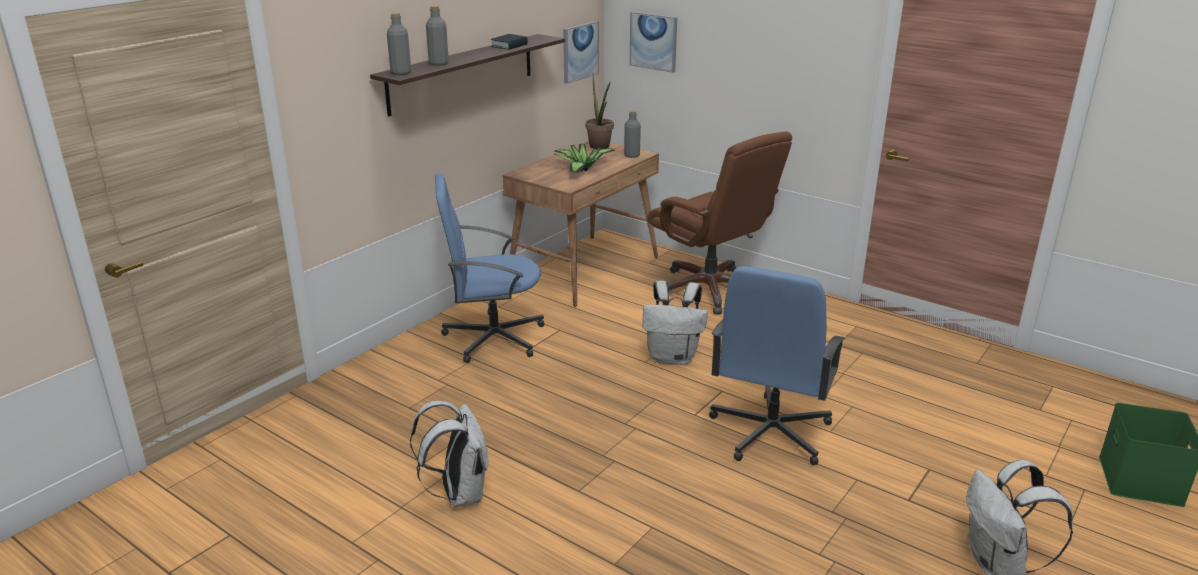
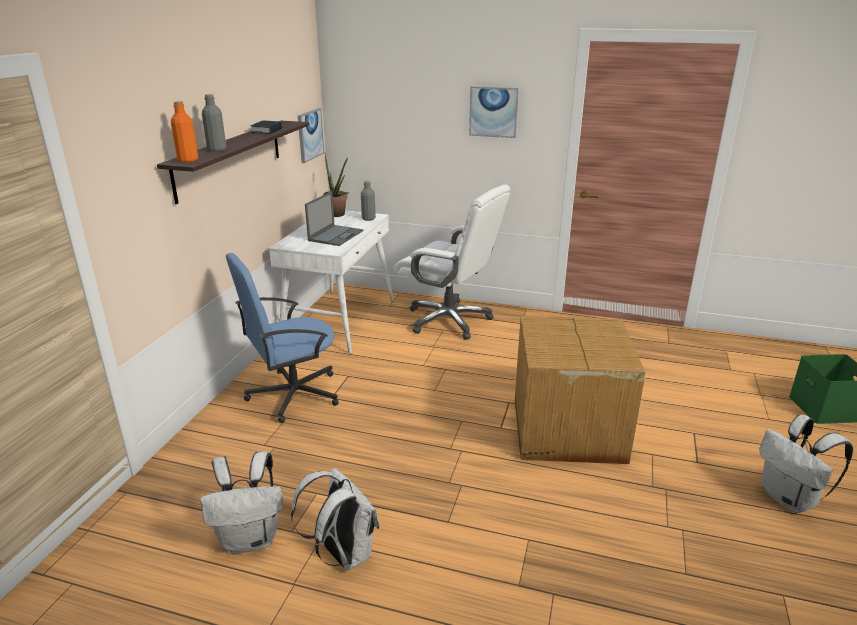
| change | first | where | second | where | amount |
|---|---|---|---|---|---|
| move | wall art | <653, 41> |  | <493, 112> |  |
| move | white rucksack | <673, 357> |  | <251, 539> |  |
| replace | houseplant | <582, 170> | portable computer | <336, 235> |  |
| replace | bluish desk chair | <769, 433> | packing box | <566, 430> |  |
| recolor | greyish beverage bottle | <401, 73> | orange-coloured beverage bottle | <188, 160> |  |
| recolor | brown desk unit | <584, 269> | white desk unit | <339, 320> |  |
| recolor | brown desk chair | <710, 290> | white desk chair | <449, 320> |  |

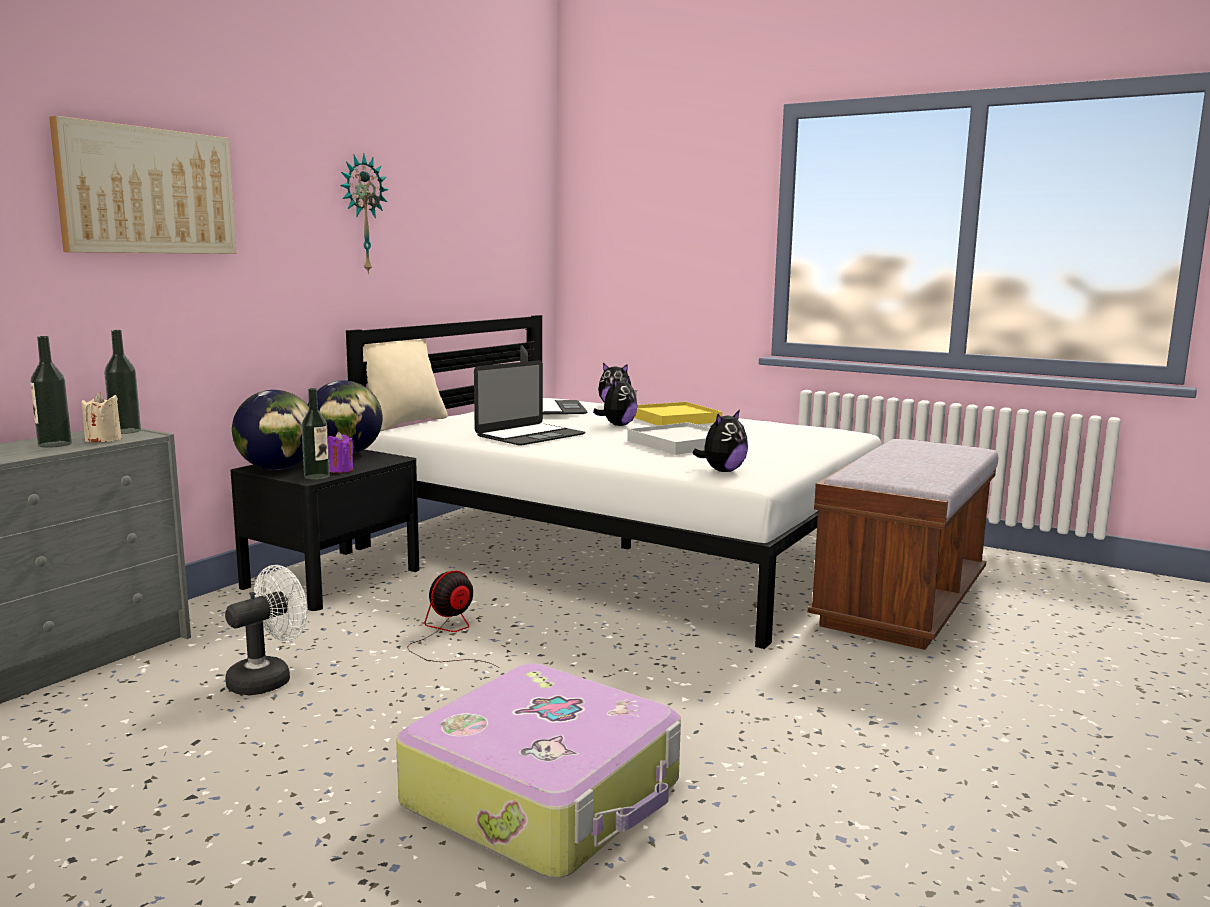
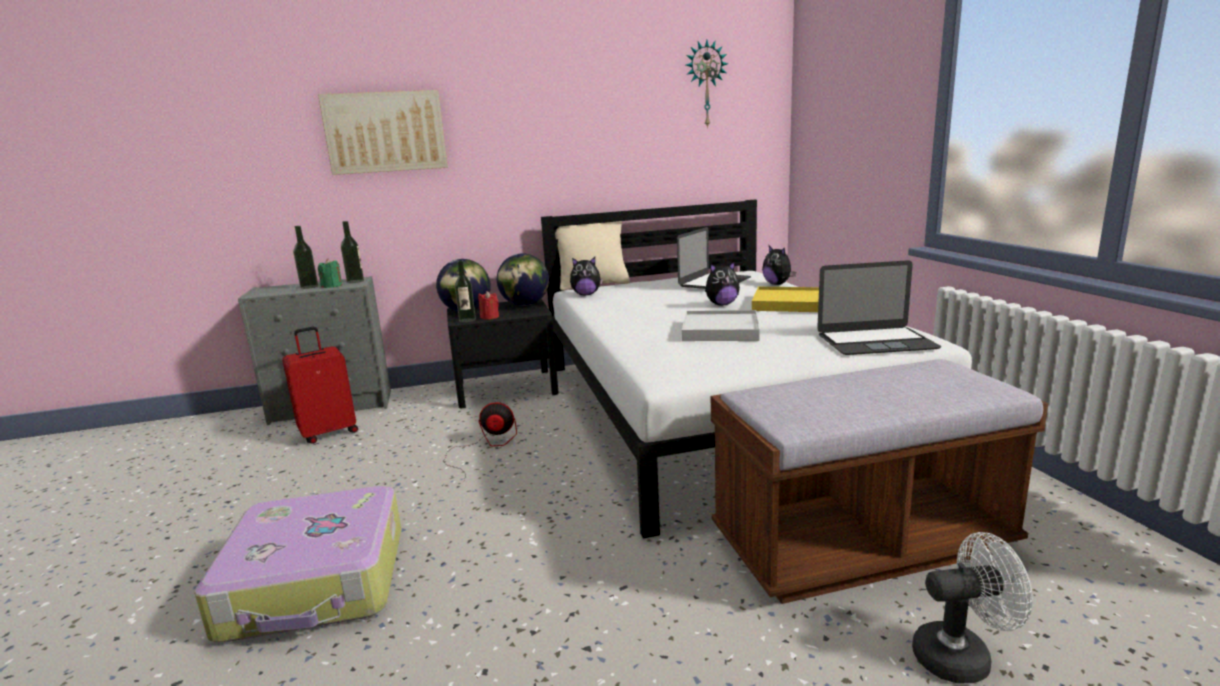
| change | first | where | second | where | amount |
|---|---|---|---|---|---|
| insert |  |  | red-coloured piece of luggage | <329, 433> |  |
| move | white cooling fan | <268, 679> |  | <962, 656> |  |
| move | clock on the wall | <362, 214> |  | <705, 84> |  |
| move | portable computer | <530, 435> |  | <876, 341> |  |
| move | plush toy | <722, 471> |  | <586, 294> |  |
| recolor | beige-coloured wax light | <103, 440> | greenish wax light | <332, 286> |  |
| recolor | purple-coloured wax light | <339, 470> | red-coloured wax light | <489, 317> |  |

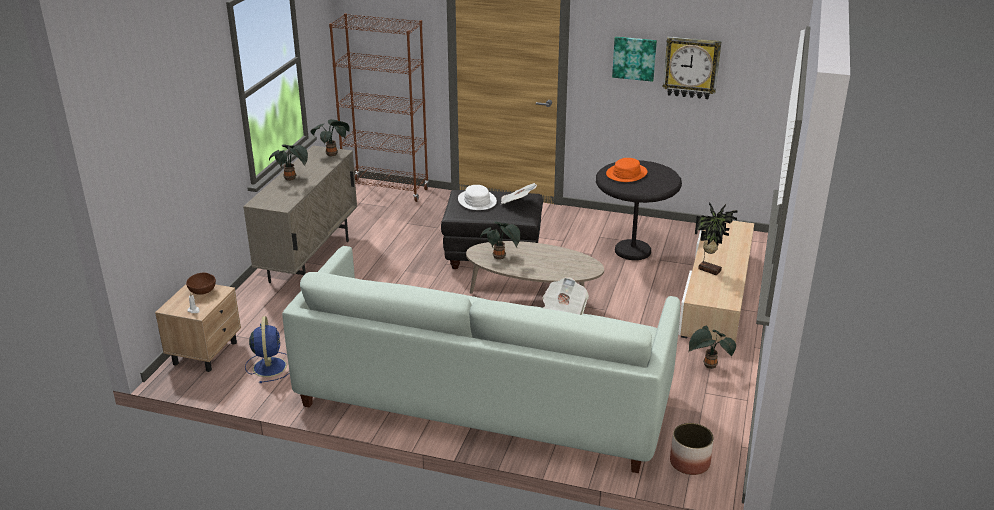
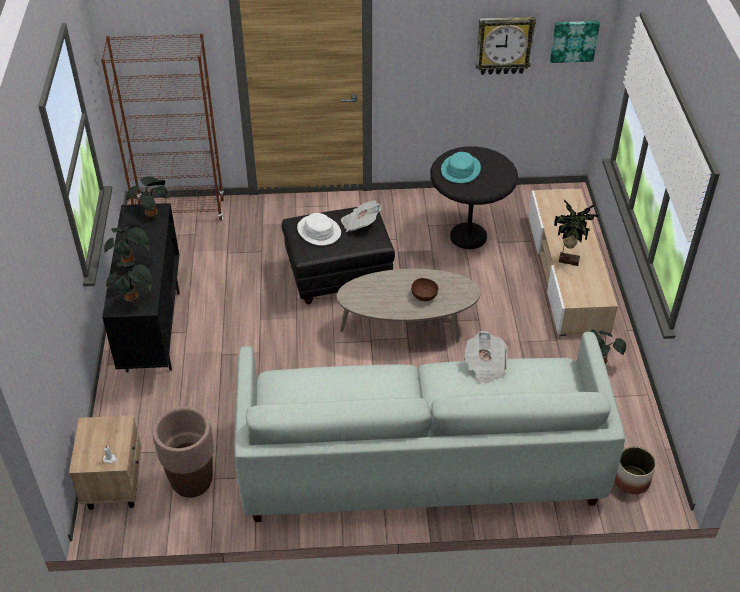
| change | first | where | second | where | amount |
|---|---|---|---|---|---|
| move | brown serving bowl | <203, 291> |  | <424, 295> |  |
| move | houseplant | <500, 257> |  | <133, 299> |  |
| move | wall art | <634, 58> |  | <574, 40> |  |
| replace | bluish cooling fan | <269, 366> | brown plant pot | <192, 482> |  |
| recolor | beige-coloured cupboard | <310, 261> | black-coloured cupboard | <153, 331> |  |
| recolor | orange-coloured wearable hat | <626, 173> | turquoise wearable hat | <460, 169> |  |

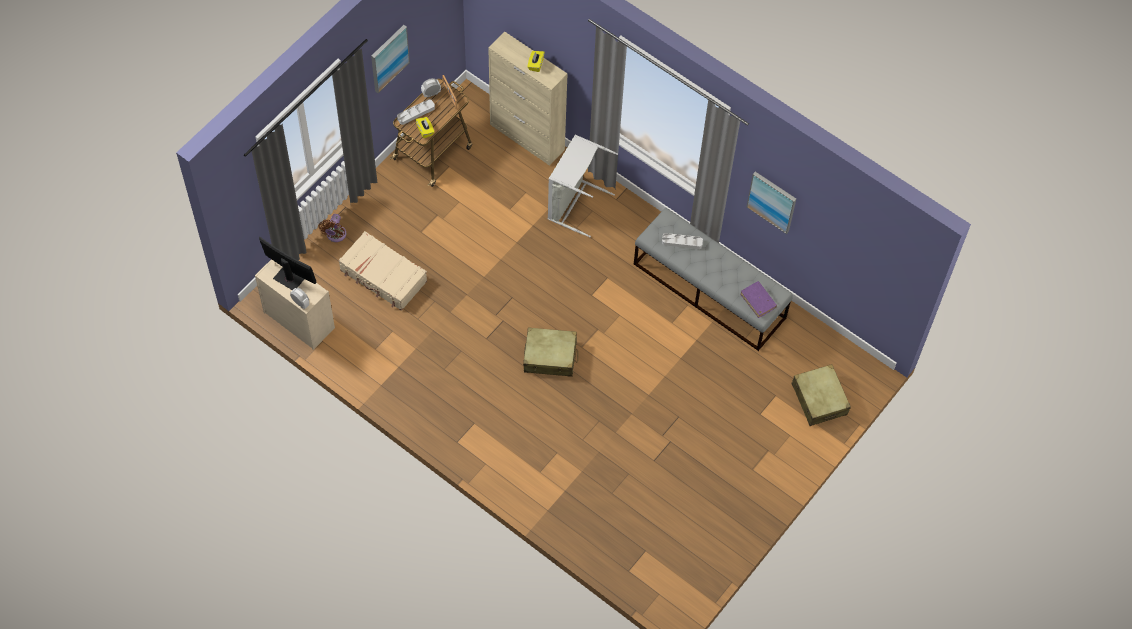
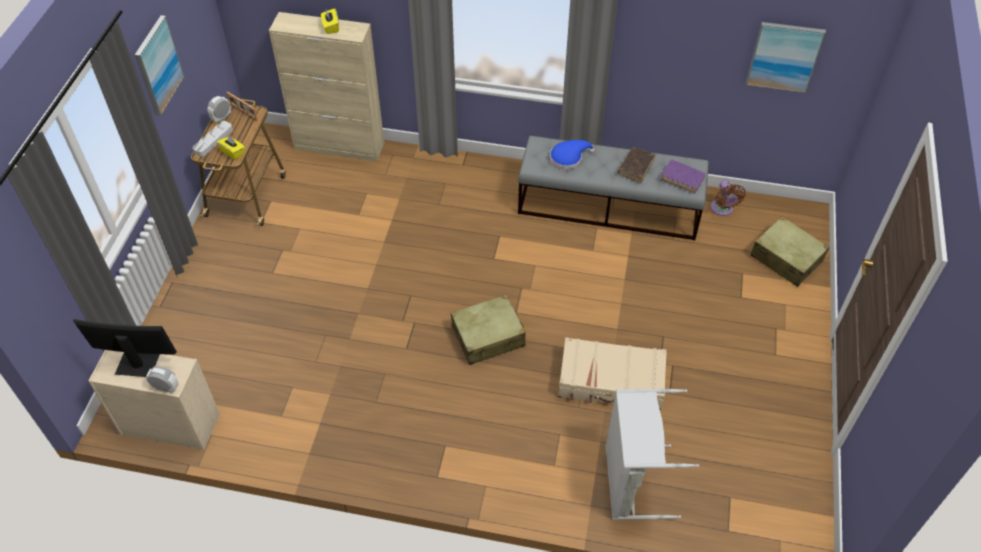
| change | first | where | second | where | amount |
|---|---|---|---|---|---|
| insert |  |  | brown bound book | <636, 167> |  |
| move | brown cooling fan | <335, 235> |  | <722, 209> |  |
| move | beige-coloured piece of luggage | <383, 276> |  | <611, 381> |  |
| move | greyish hamper | <574, 204> |  | <631, 481> |  |
| move | wall art | <772, 201> |  | <784, 56> |  |
| replace | greyish serving tray | <682, 242> | bluish wearable hat | <568, 158> |  |

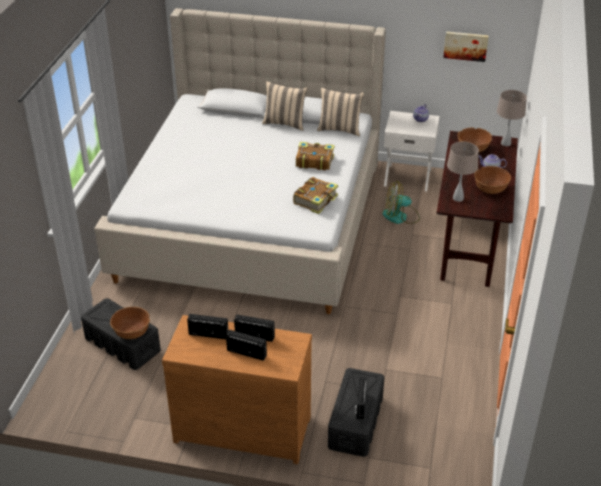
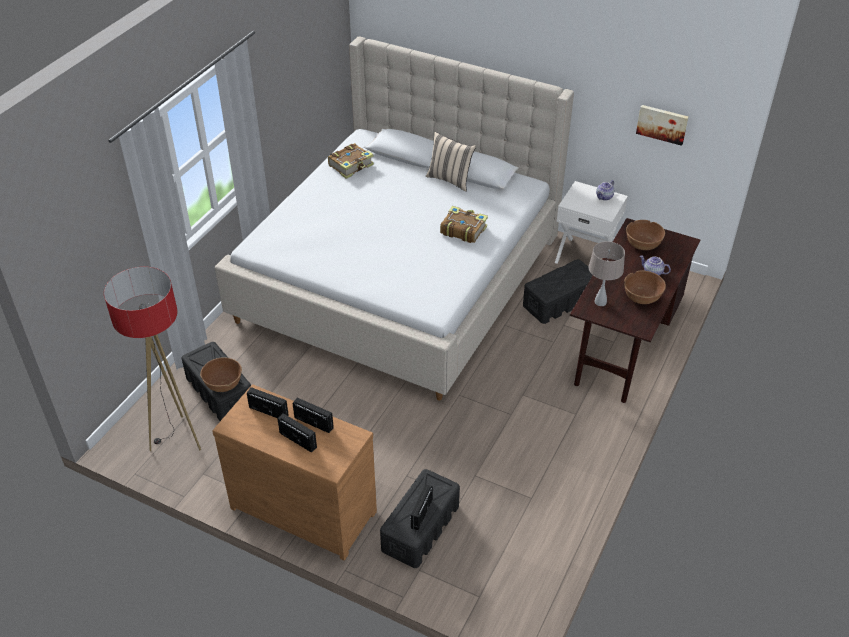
| change | first | where | second | where | amount |
|---|---|---|---|---|---|
| delete | beige-coloured throw pillow | <340, 129> |  |  |  |
| delete | beige-coloured table lamp | <505, 143> |  |  |  |
| insert |  |  | standing lamp | <177, 439> |  |
| move | bound book | <316, 200> |  | <351, 166> |  |
| replace | cooling fan | <400, 217> | black-coloured storage box | <559, 302> |  |

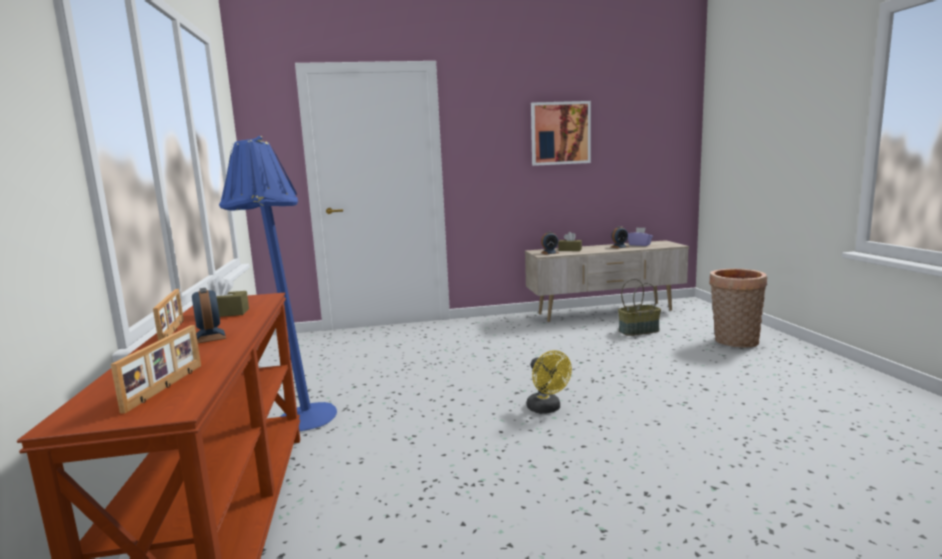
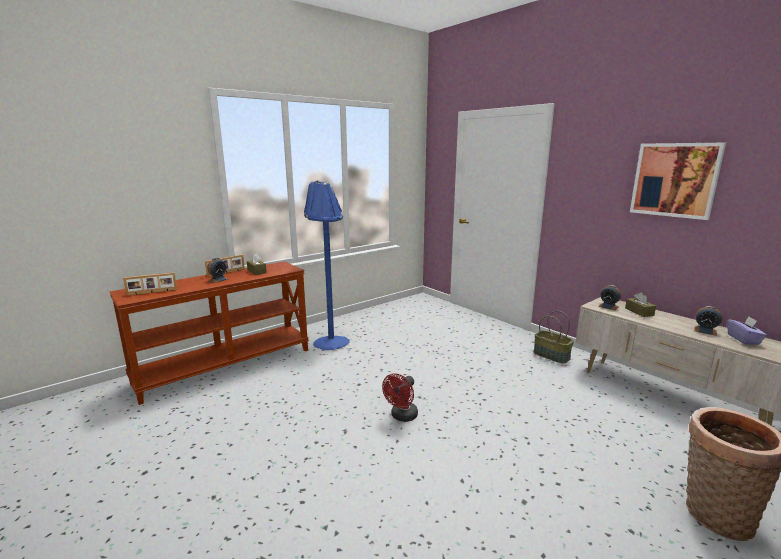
| change | first | where | second | where | amount |
|---|---|---|---|---|---|
| move | storage basket | <638, 331> |  | <552, 355> |  |
| recolor | yellowish cooling fan | <547, 409> | red-coloured cooling fan | <402, 417> |  |

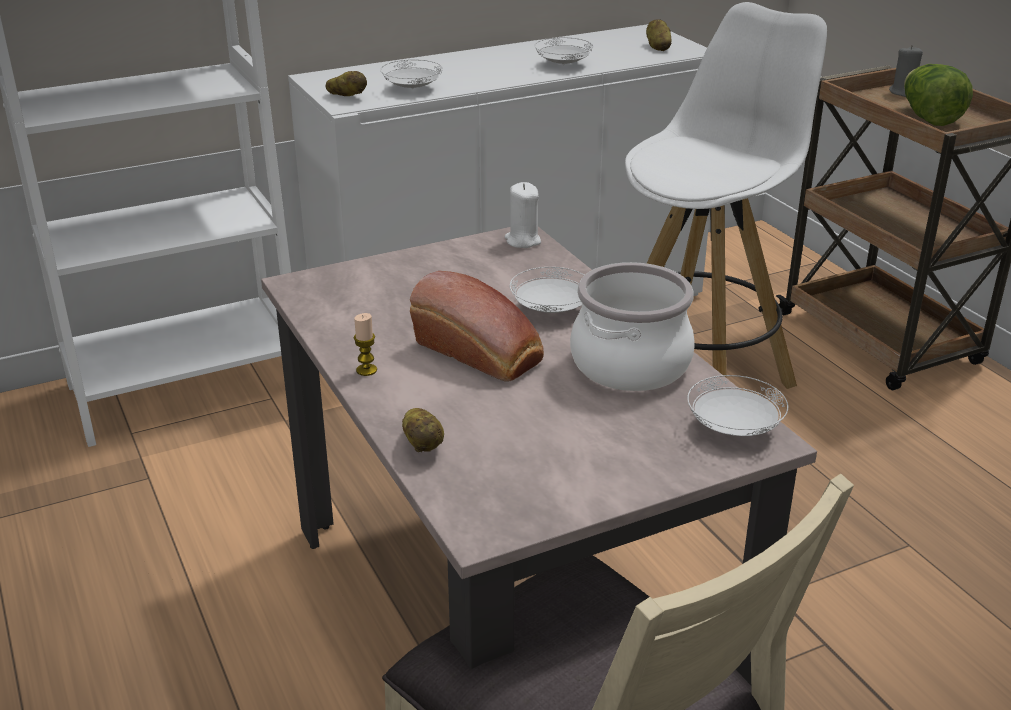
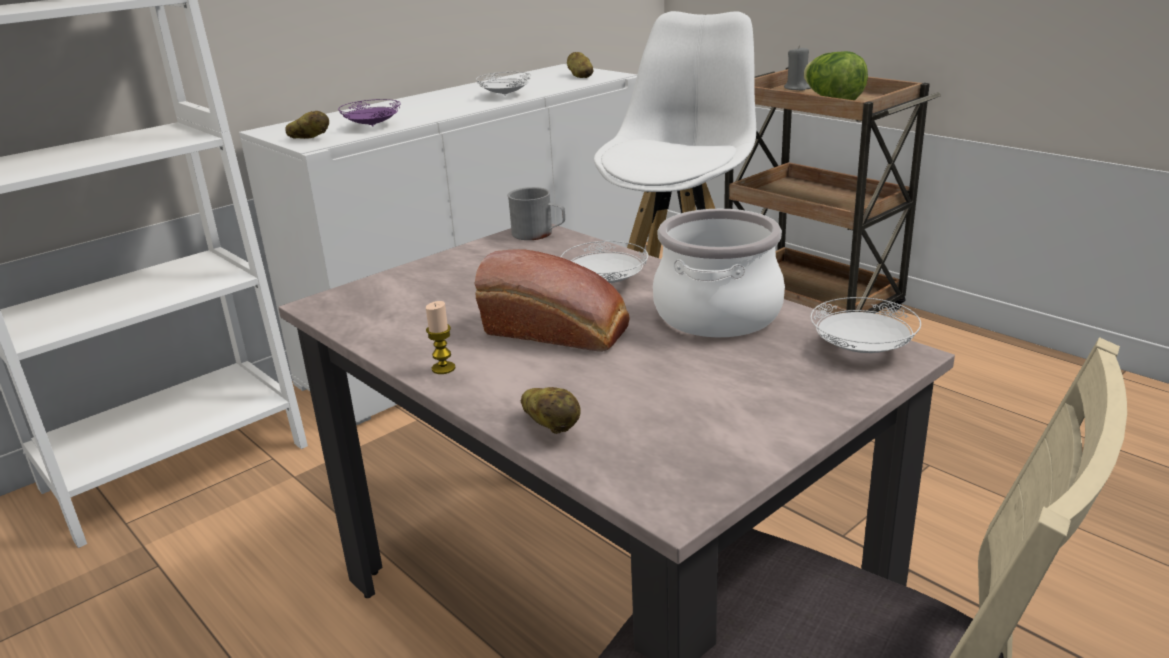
| change | first | where | second | where | amount |
|---|---|---|---|---|---|
| replace | white wax light | <522, 241> | greyish tea mug | <538, 234> |  |
| recolor | white dinner plate | <412, 89> | purple-coloured dinner plate | <372, 126> |  |

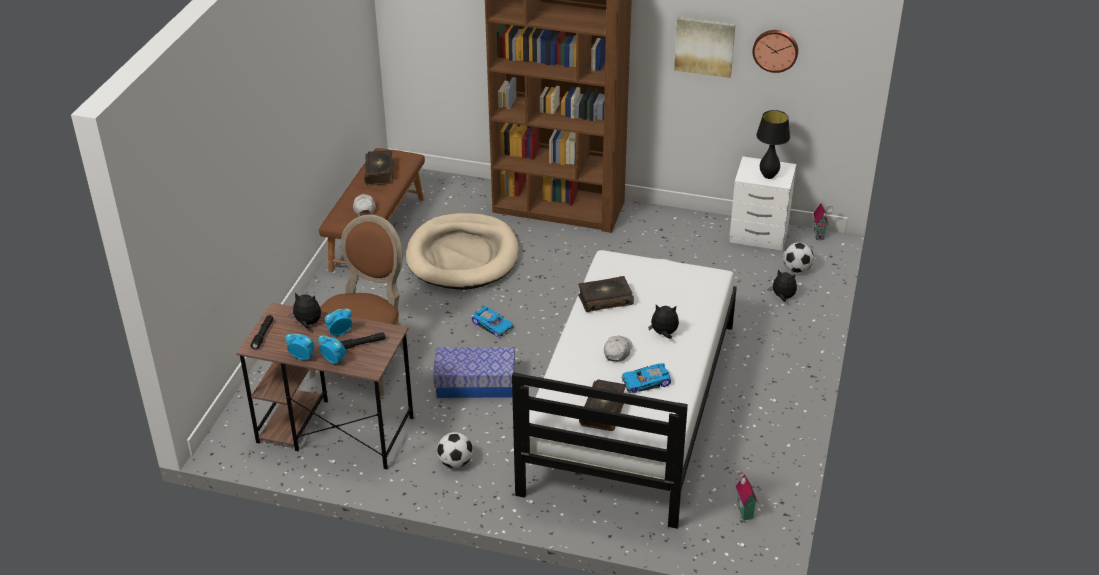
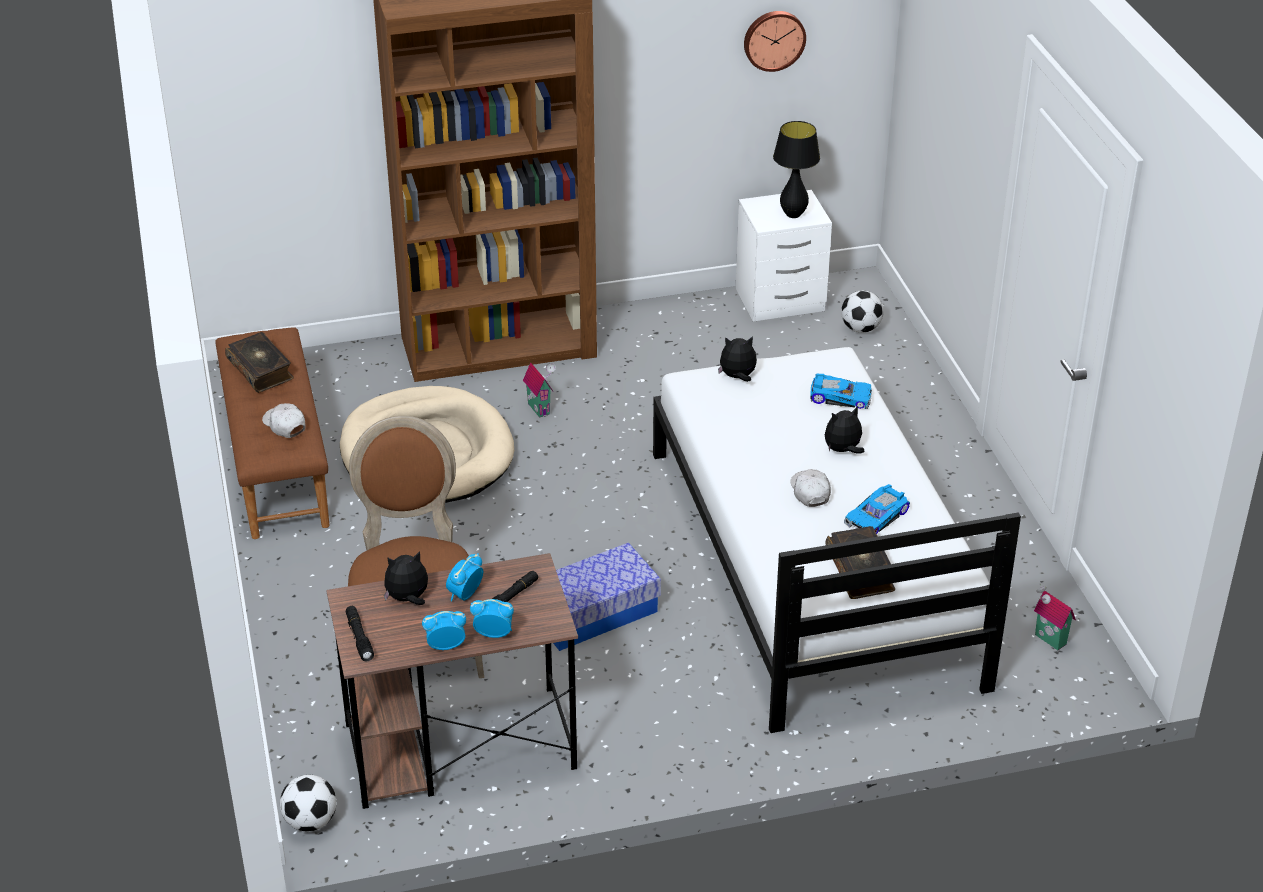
| change | first | where | second | where | amount |
|---|---|---|---|---|---|
| delete | bound book | <605, 299> |  |  |  |
| delete | wall art | <704, 46> |  |  |  |
| move | football ball | <455, 462> |  | <310, 821> |  |
| move | miniature car | <493, 325> |  | <840, 396> |  |
| move | plush toy | <782, 297> |  | <737, 377> |  |
| move | miniature house | <820, 235> |  | <540, 408> |  |

